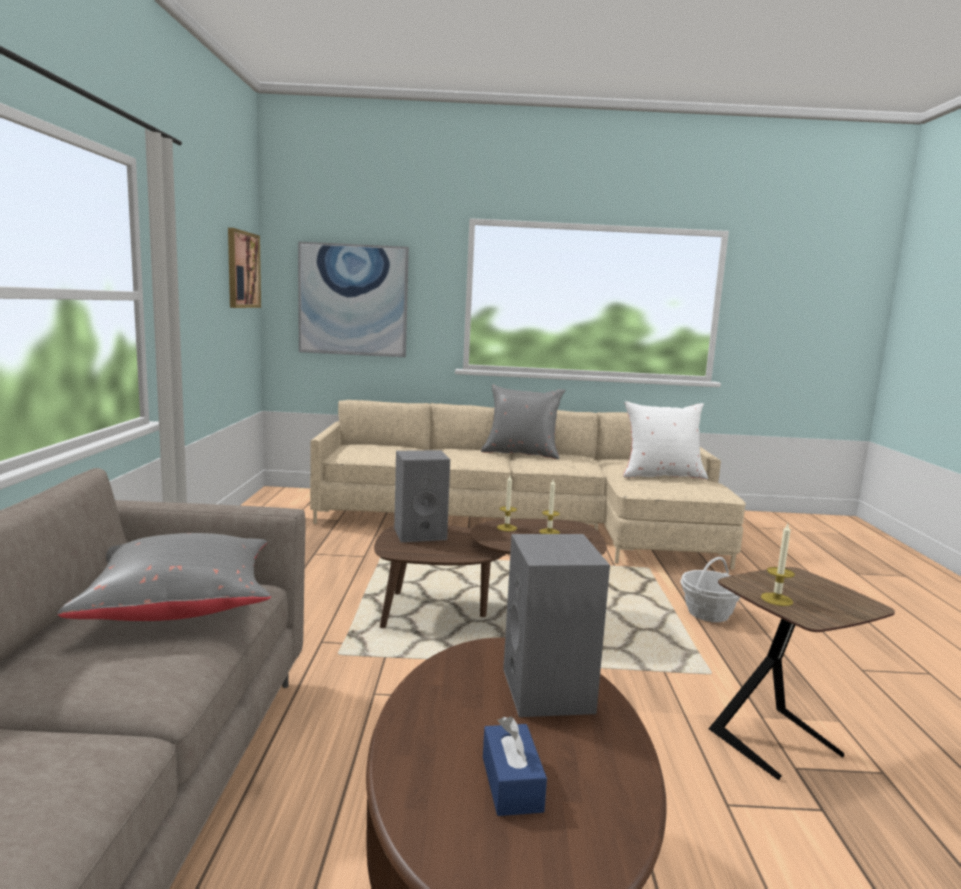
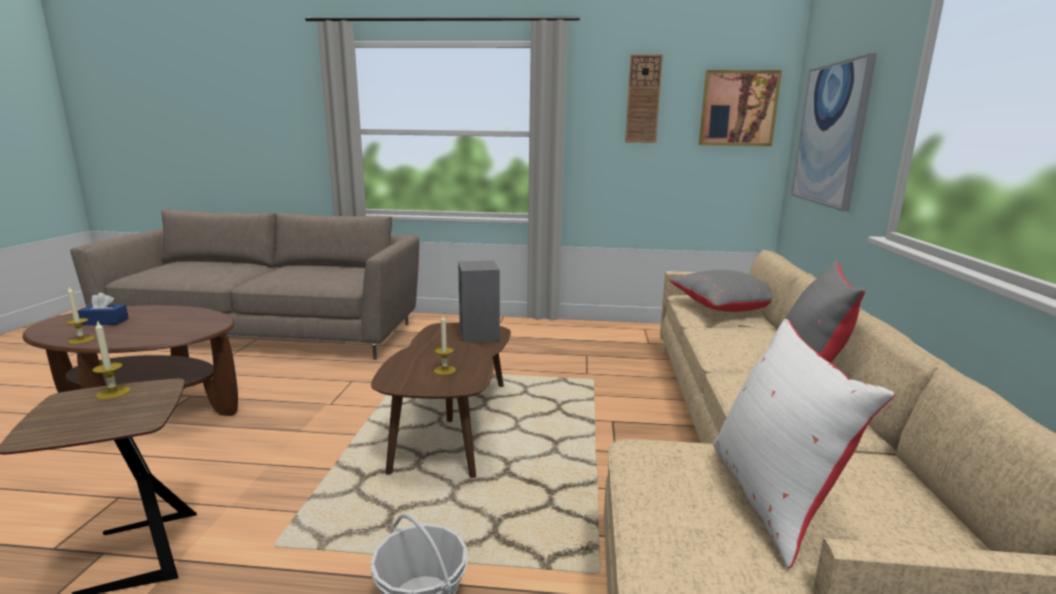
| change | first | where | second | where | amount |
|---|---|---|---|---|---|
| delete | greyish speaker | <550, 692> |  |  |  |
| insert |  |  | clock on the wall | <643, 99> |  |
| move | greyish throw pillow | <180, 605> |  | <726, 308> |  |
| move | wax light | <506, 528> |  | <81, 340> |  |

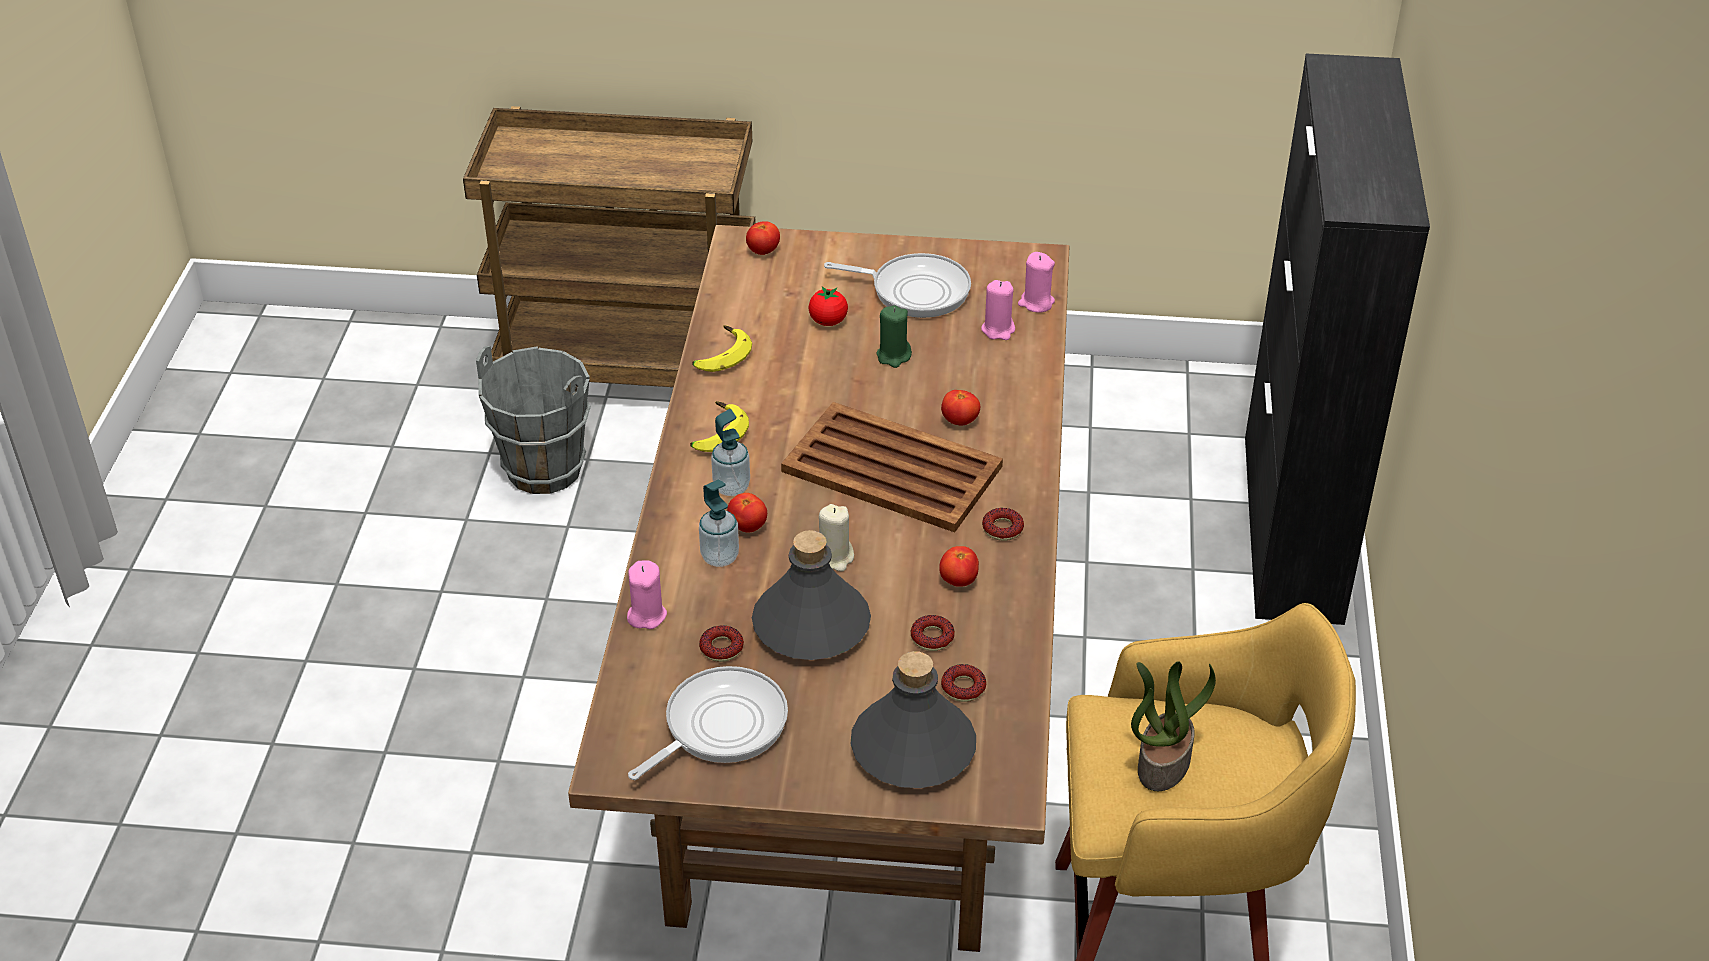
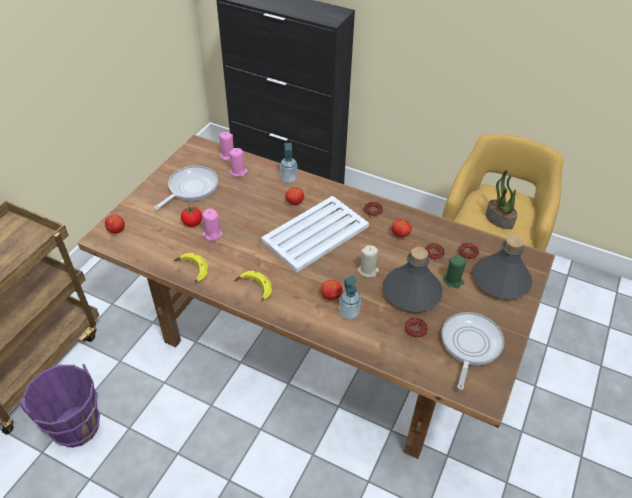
| change | first | where | second | where | amount |
|---|---|---|---|---|---|
| move | pink wax light | <646, 615> |  | <212, 234> |  |
| move | soap bottle | <731, 487> |  | <288, 179> |  |
| move | greenish wax light | <893, 356> |  | <453, 281> |  |
| recolor | greyish water bucket | <545, 469> | purple-coloured water bucket | <76, 427> |  |
| recolor | brown serving tray | <890, 468> | white serving tray | <314, 234> |  |
| rotate | pan | <719, 726> |  | <469, 345> | 45 degrees clockwise |

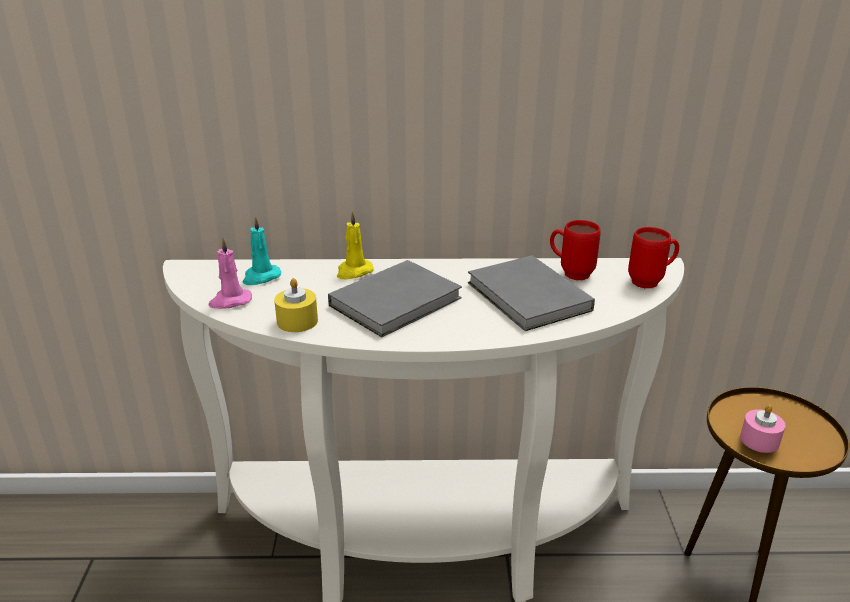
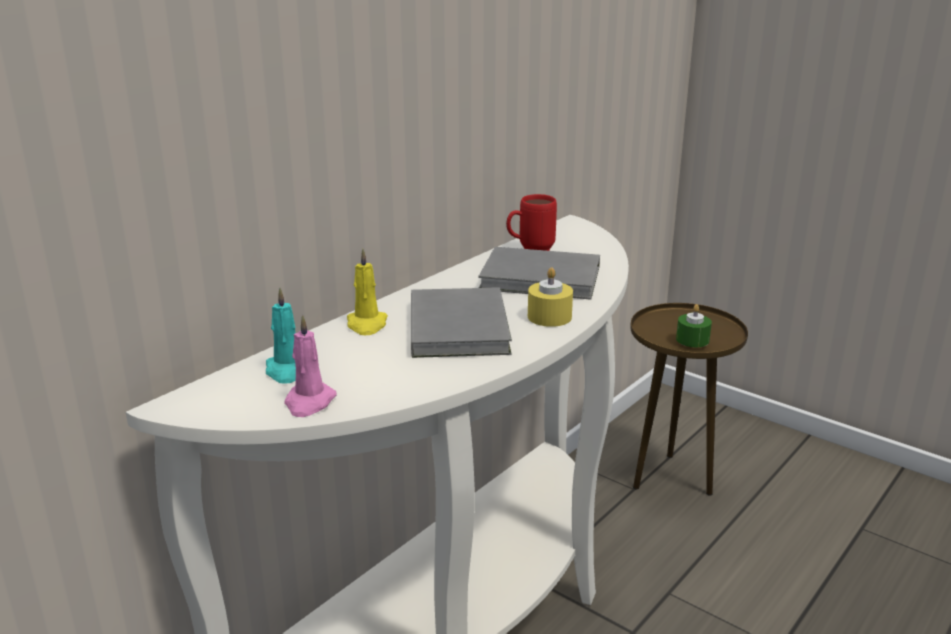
| change | first | where | second | where | amount |
|---|---|---|---|---|---|
| delete | red-coloured tea mug | <651, 282> |  |  |  |
| move | yellowish wax light | <297, 321> |  | <549, 317> |  |
| recolor | pink wax light | <759, 440> | greenish wax light | <692, 340> |  |

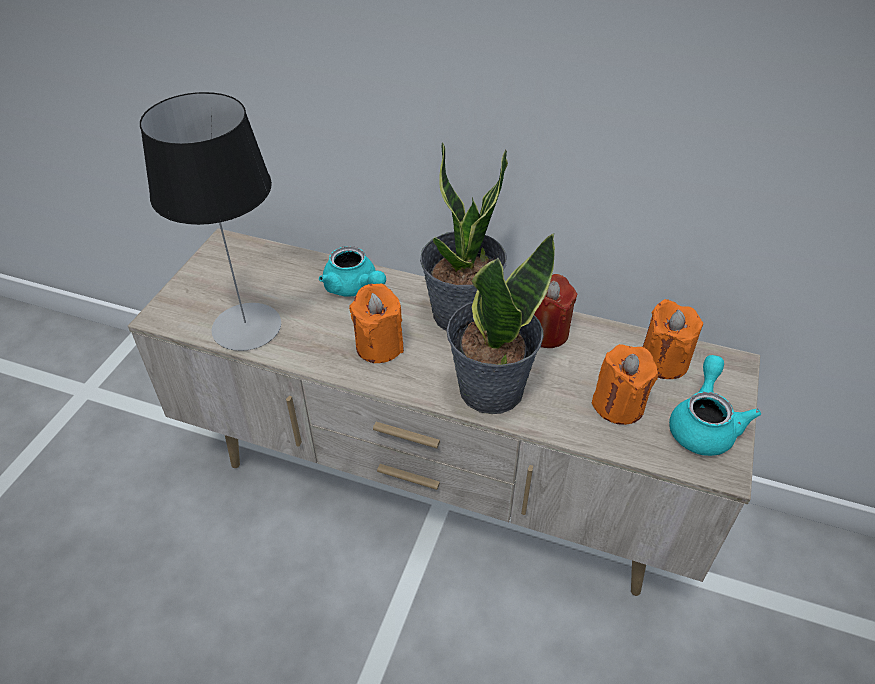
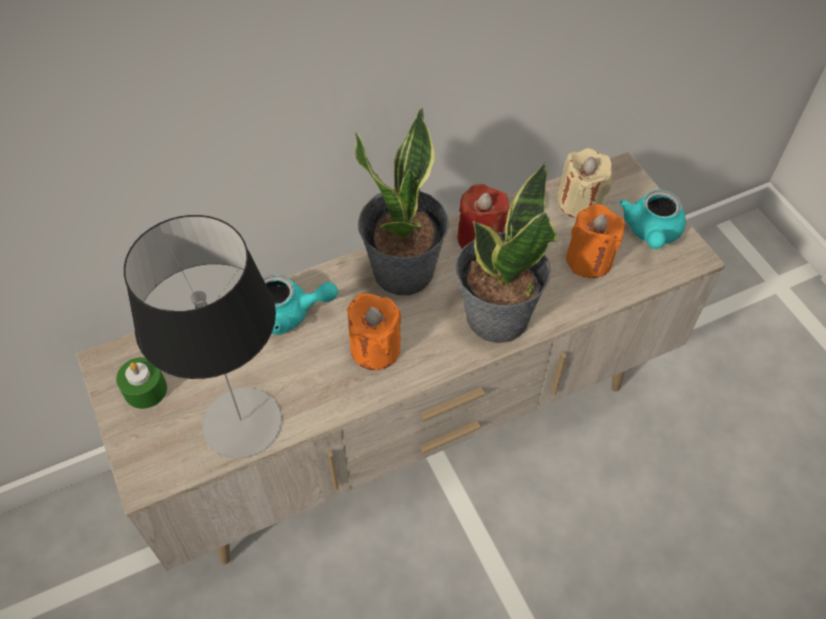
| change | first | where | second | where | amount |
|---|---|---|---|---|---|
| insert |  |  | greenish wax light | <145, 390> |  |
| recolor | orange-coloured wax light | <663, 361> | beige-coloured wax light | <580, 202> |  |
| rotate | turquoise teapot | <703, 424> |  | <651, 233> | 135 degrees counterclockwise |

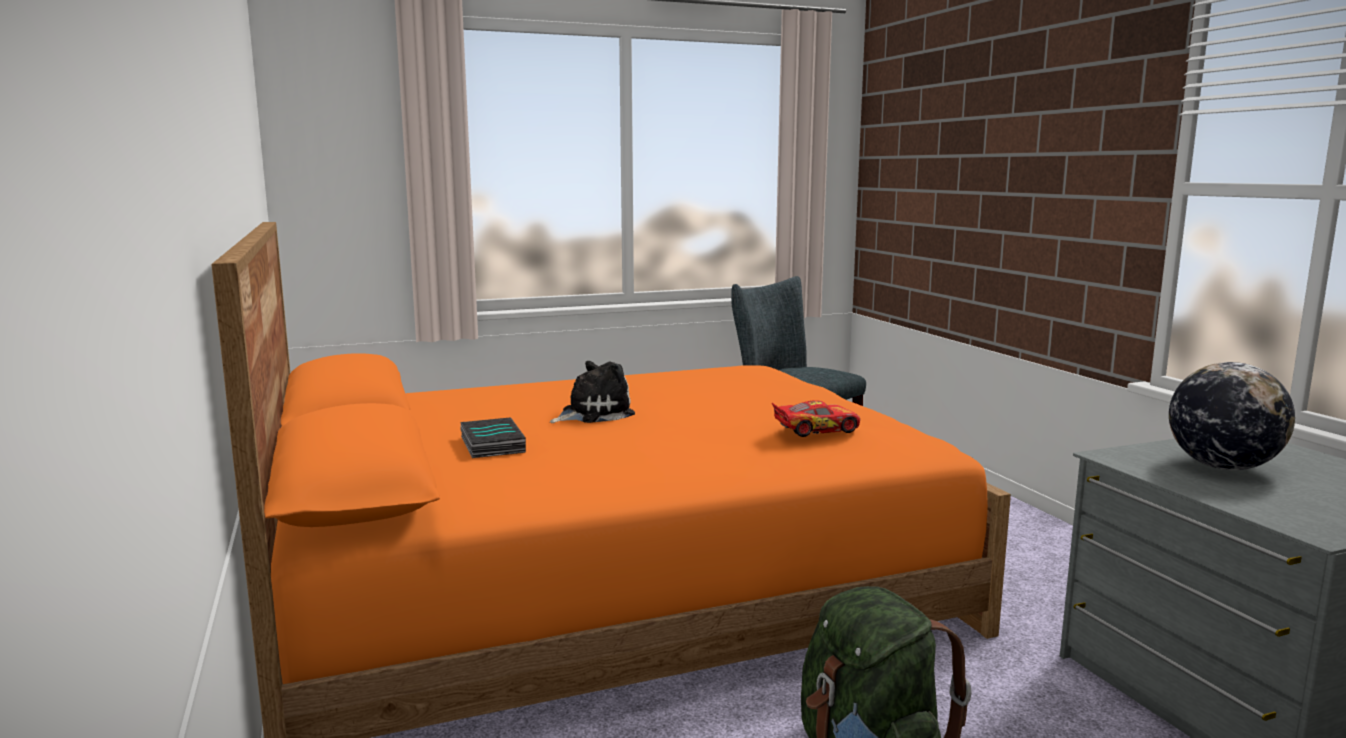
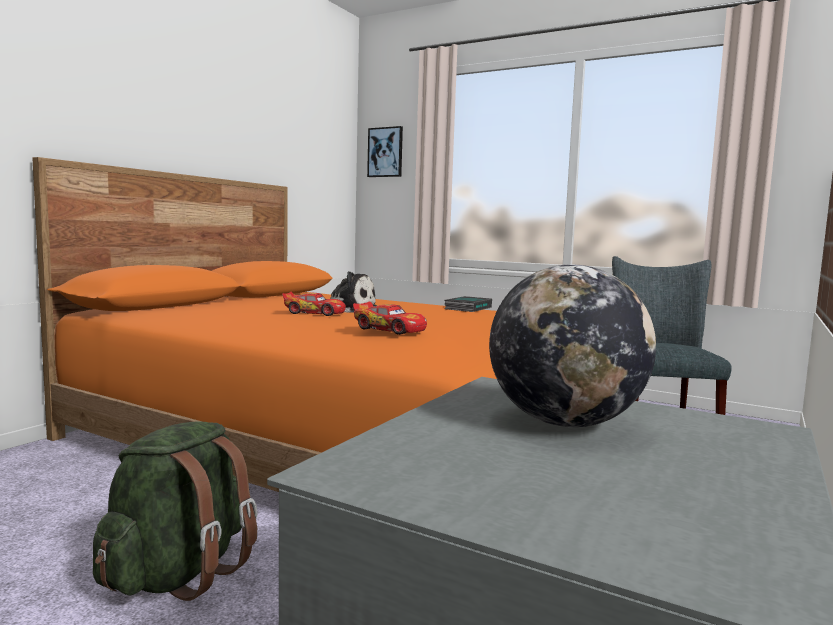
| change | first | where | second | where | amount |
|---|---|---|---|---|---|
| insert |  |  | miniature car | <314, 313> |  |
| insert |  |  | wall art | <385, 152> |  |
| move | bound book | <490, 444> |  | <467, 308> |  |

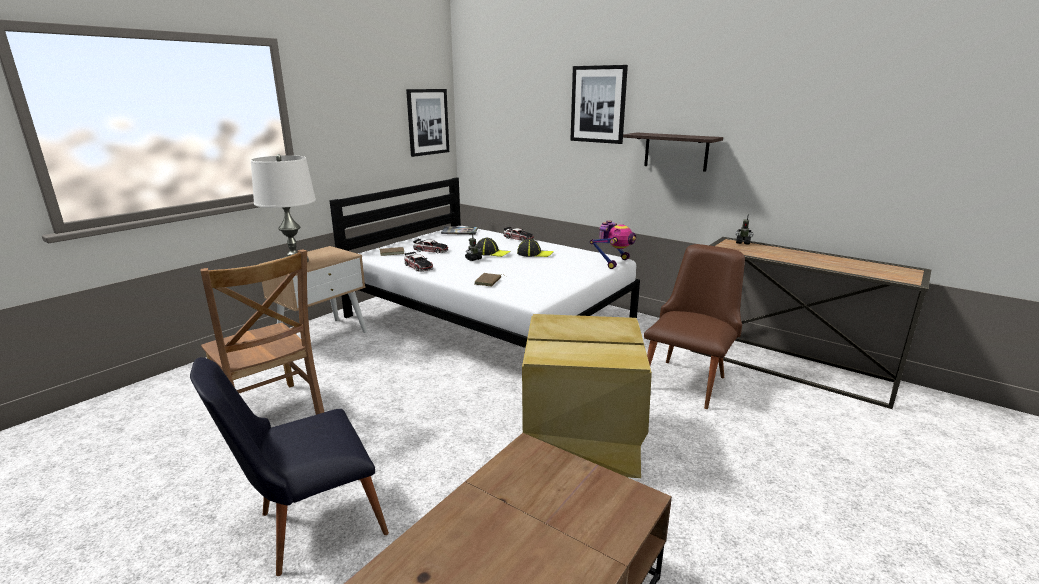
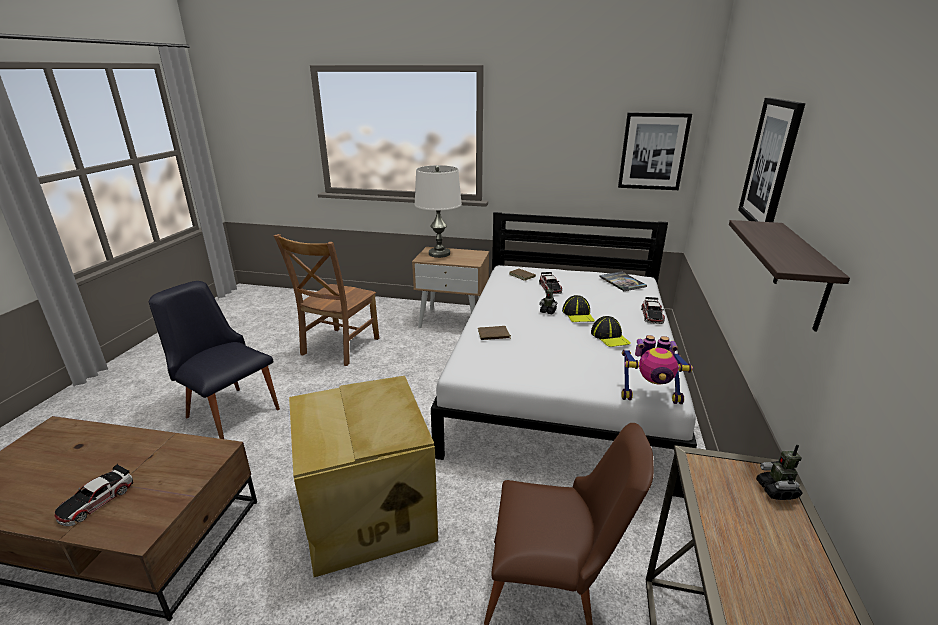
| change | first | where | second | where | amount |
|---|---|---|---|---|---|
| move | miniature car | <418, 266> |  | <96, 501> |  |

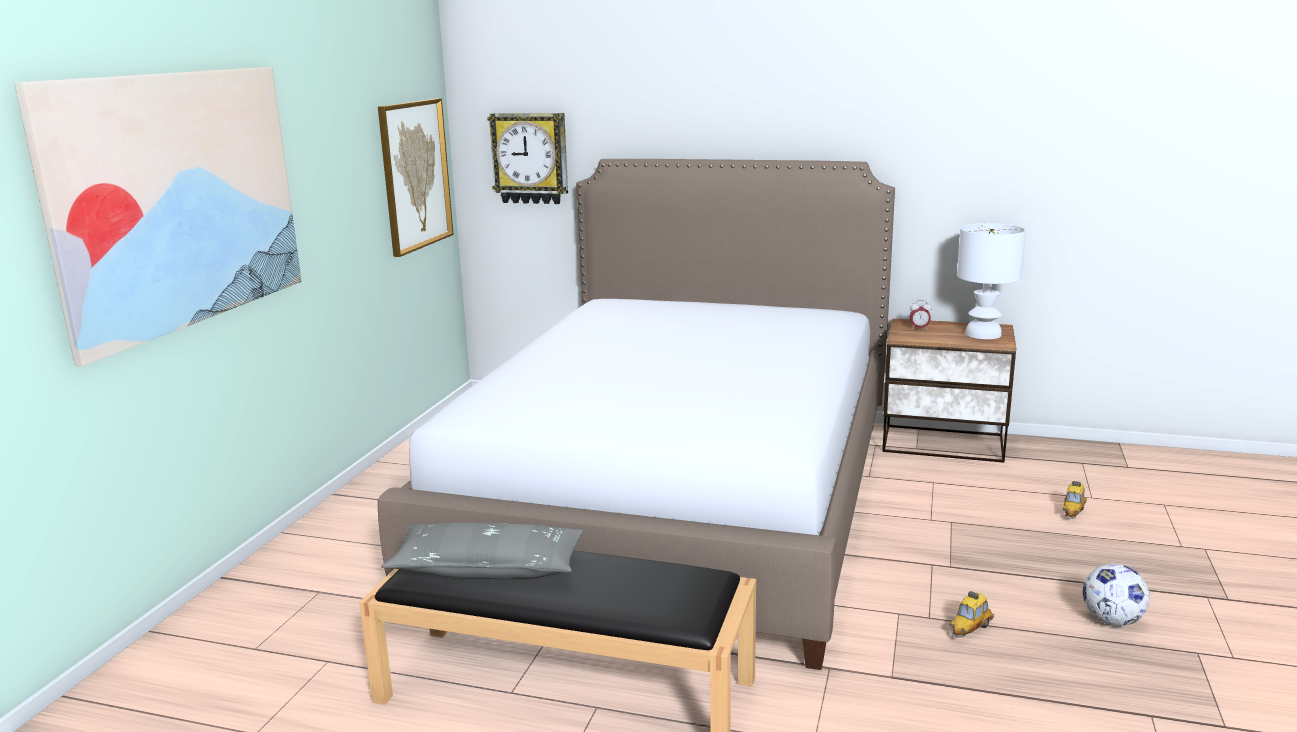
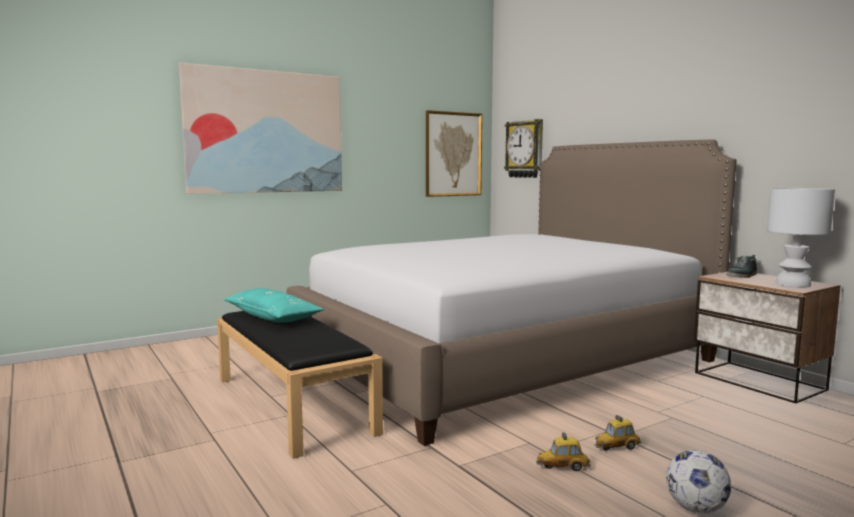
| change | first | where | second | where | amount |
|---|---|---|---|---|---|
| move | miniature car | <1072, 512> |  | <617, 447> |  |
| replace | alarm clock | <919, 328> | shoe | <742, 275> |  |
| recolor | greyish throw pillow | <487, 567> | turquoise throw pillow | <273, 317> |  |

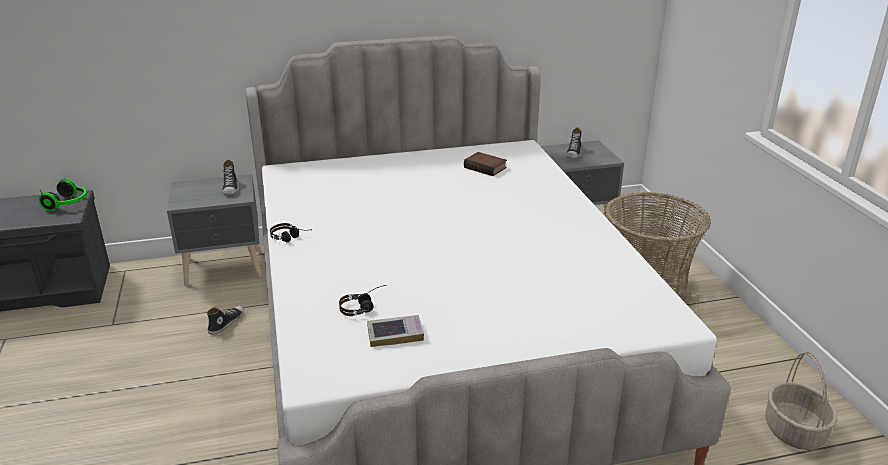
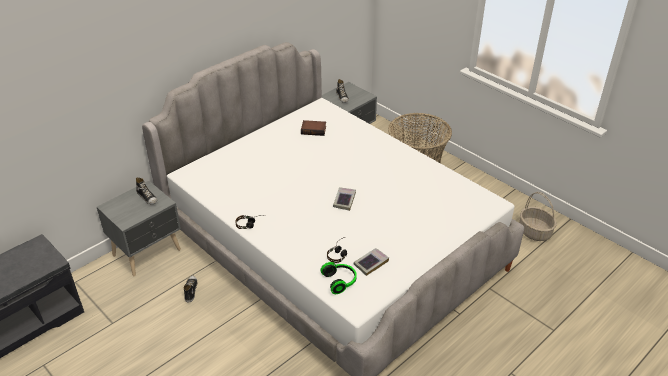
| change | first | where | second | where | amount |
|---|---|---|---|---|---|
| insert |  |  | bound book | <344, 200> |  |
| move | headset | <69, 204> |  | <340, 281> |  |

